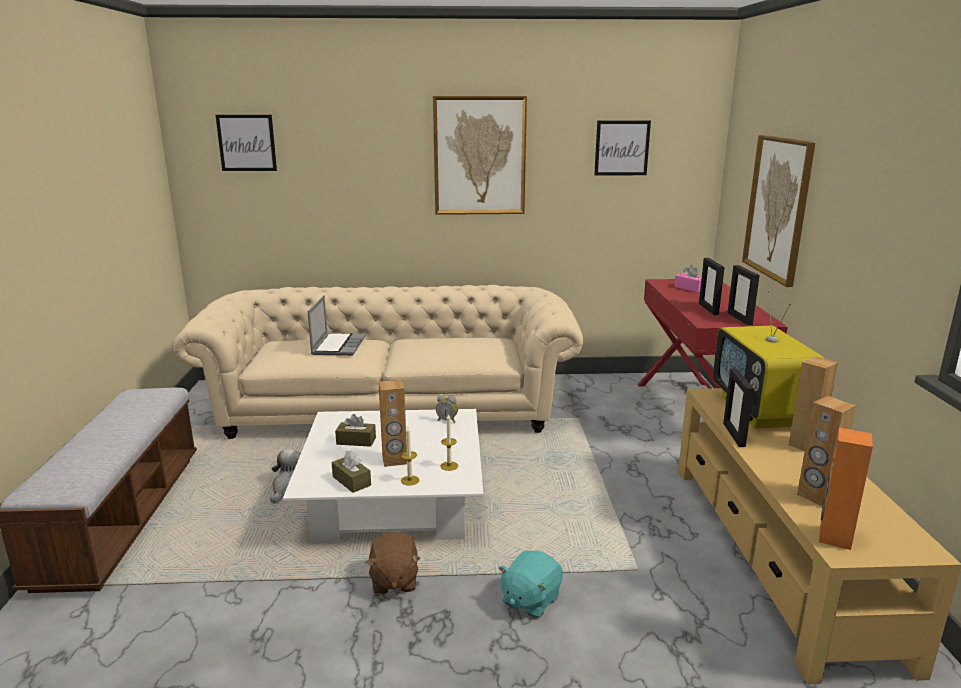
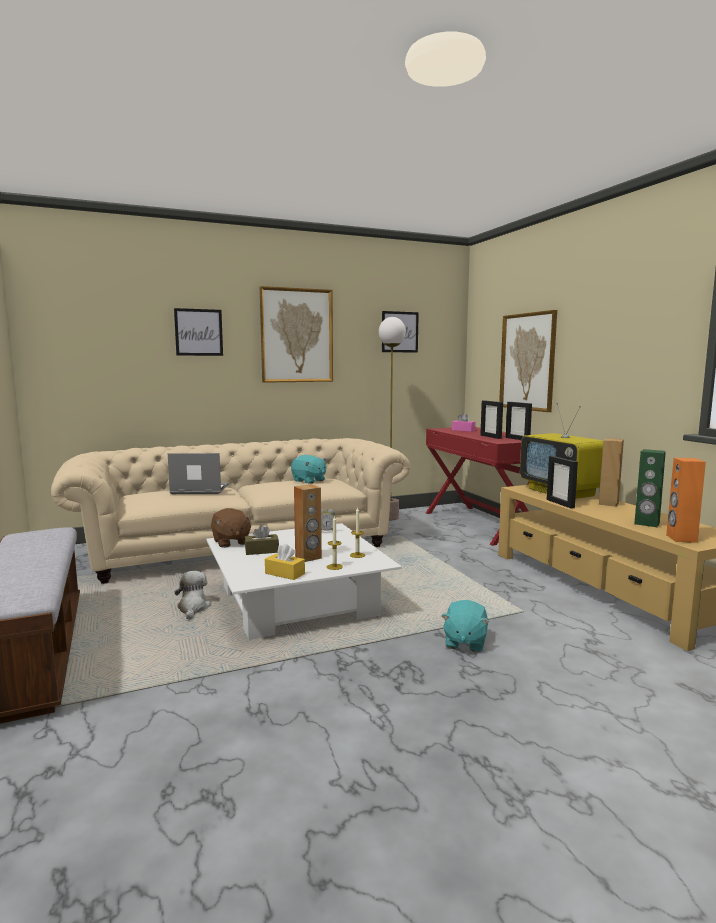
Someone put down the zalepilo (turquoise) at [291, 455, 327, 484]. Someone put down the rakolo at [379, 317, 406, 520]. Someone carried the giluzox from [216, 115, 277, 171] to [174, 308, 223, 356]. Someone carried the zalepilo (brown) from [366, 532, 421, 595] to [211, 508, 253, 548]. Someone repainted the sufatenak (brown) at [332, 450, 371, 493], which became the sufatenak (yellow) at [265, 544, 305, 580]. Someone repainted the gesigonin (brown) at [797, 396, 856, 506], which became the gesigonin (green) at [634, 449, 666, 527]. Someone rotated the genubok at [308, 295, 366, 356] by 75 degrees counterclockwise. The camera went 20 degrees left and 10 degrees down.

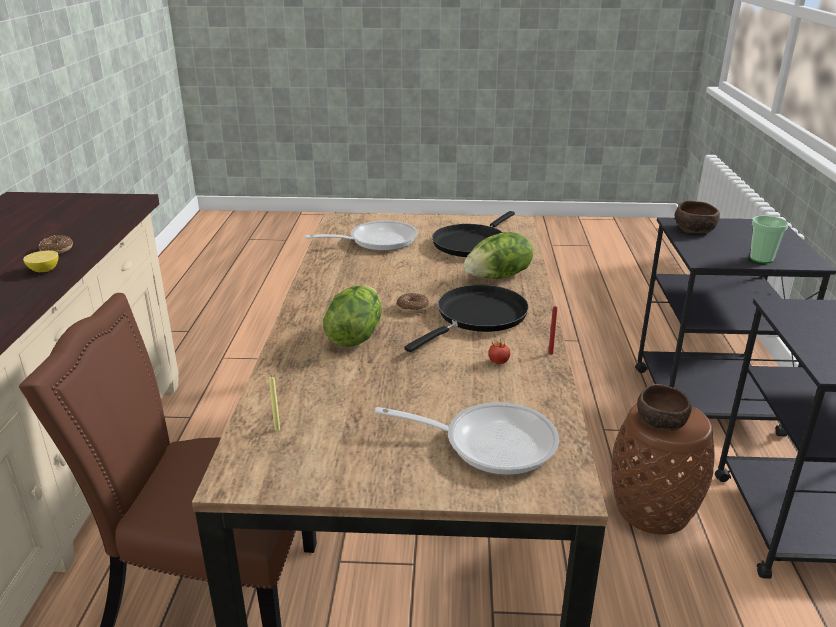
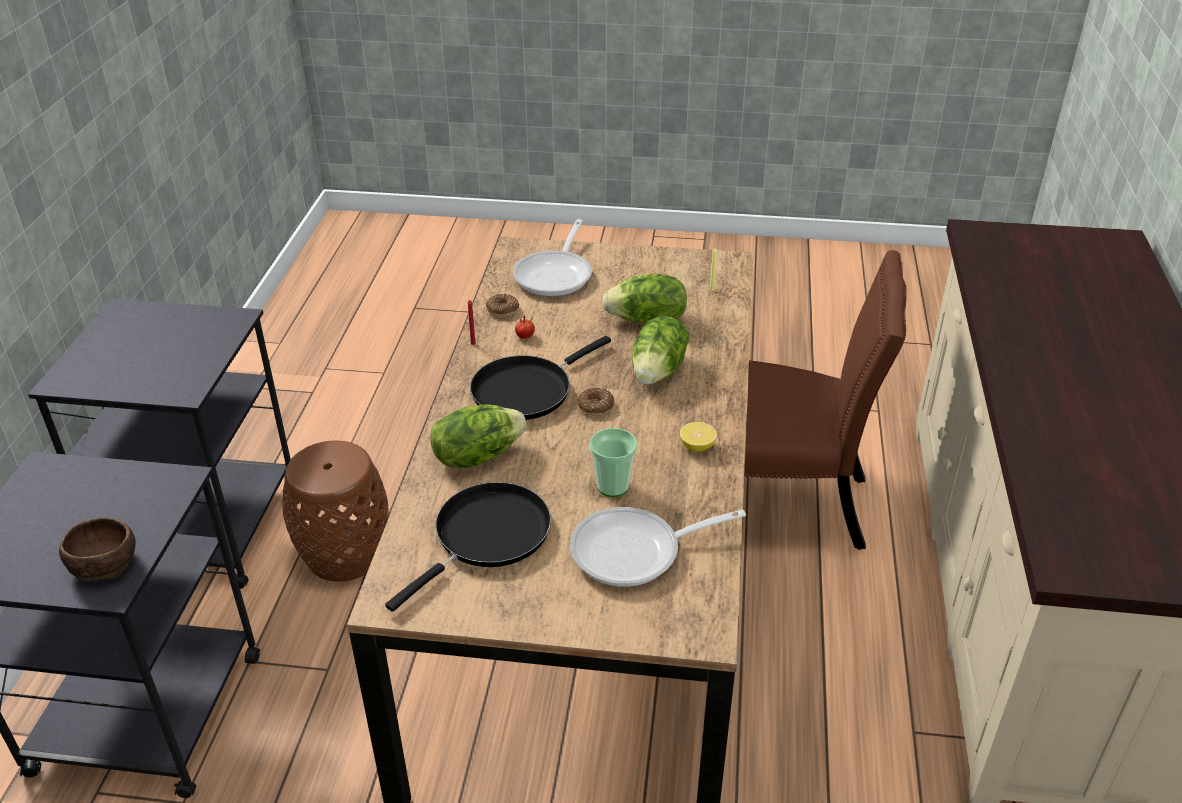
Someone took away the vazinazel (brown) at [637, 384, 692, 431]. Someone put down the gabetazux at [602, 274, 687, 323]. Someone carried the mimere from [23, 250, 58, 272] to [680, 422, 717, 452]. Someone carried the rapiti from [39, 235, 73, 254] to [486, 294, 519, 317]. Someone carried the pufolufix from [750, 216, 788, 264] to [589, 428, 637, 497]. Someone rotated the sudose at [375, 402, 559, 475] by 90 degrees counterclockwise. The camera went 175 degrees left and 10 degrees up.

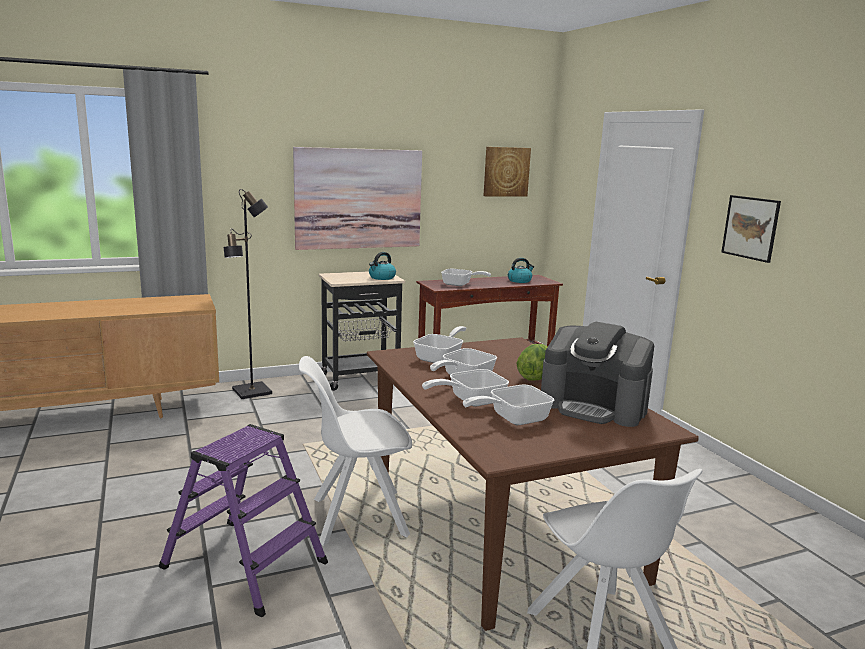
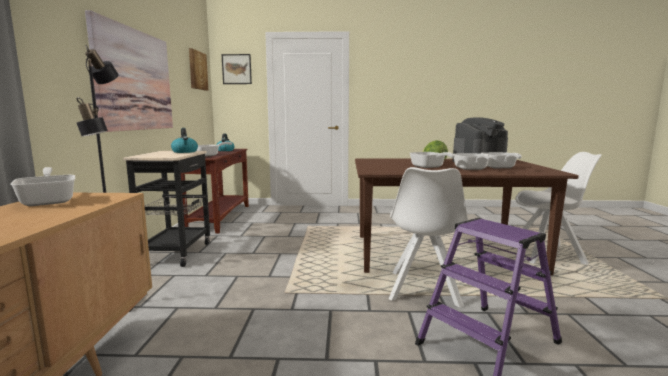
Someone carried the sudose from [413, 326, 466, 363] to [11, 167, 75, 206]. Someone carried the giluzox from [721, 195, 781, 263] to [221, 54, 252, 84]. The camera went 65 degrees left and 5 degrees down.

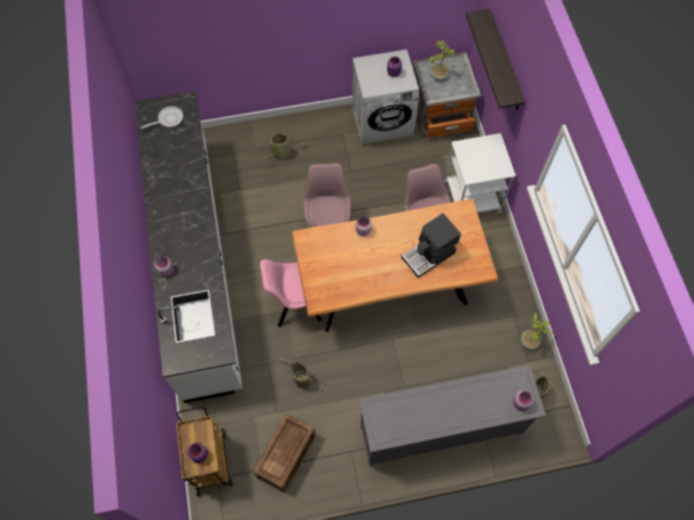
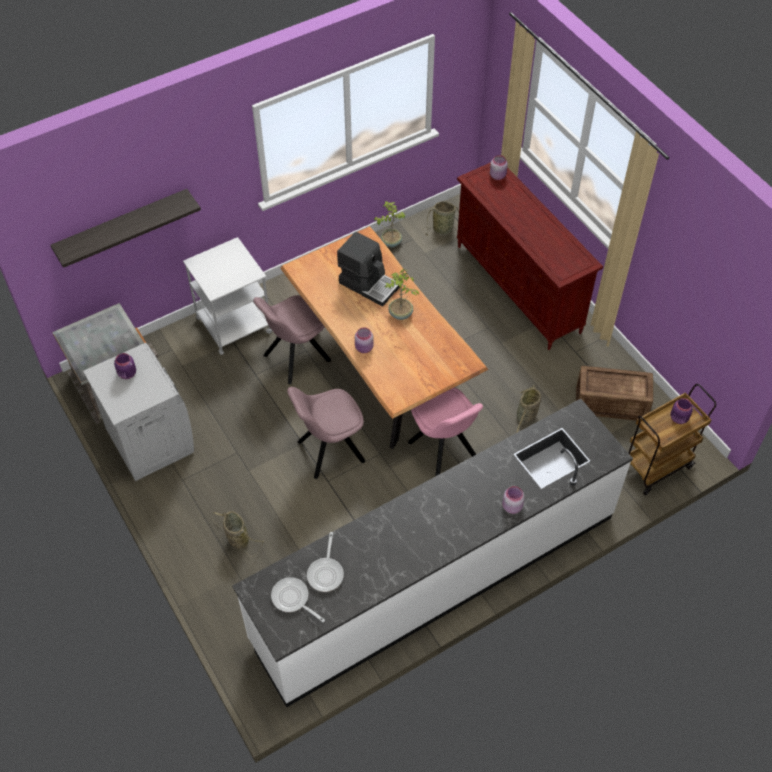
Someone put down the sudose at [307, 532, 344, 592]. Someone carried the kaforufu from [429, 41, 455, 80] to [385, 269, 419, 320]. Someone repainted the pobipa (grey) at [359, 365, 546, 466], which became the pobipa (red) at [457, 162, 603, 350]. The camera went 110 degrees left and 10 degrees down.

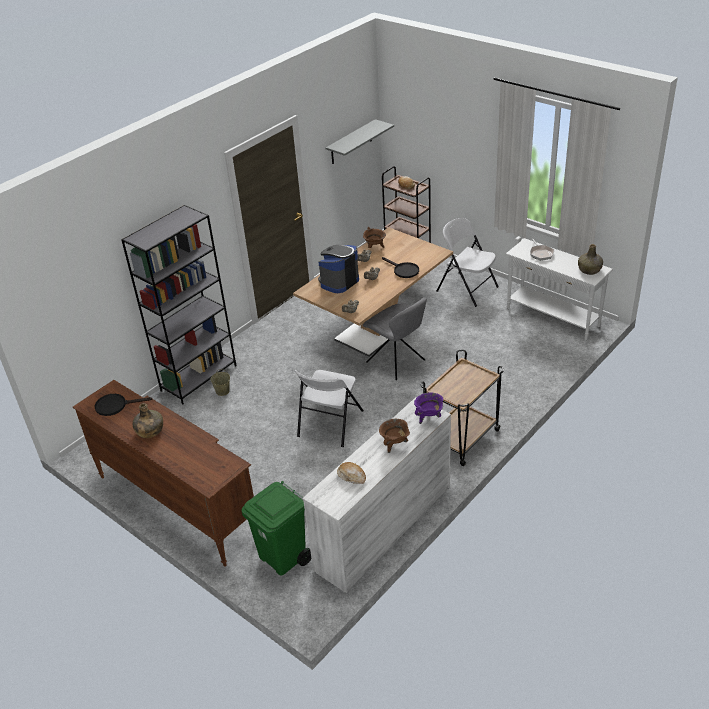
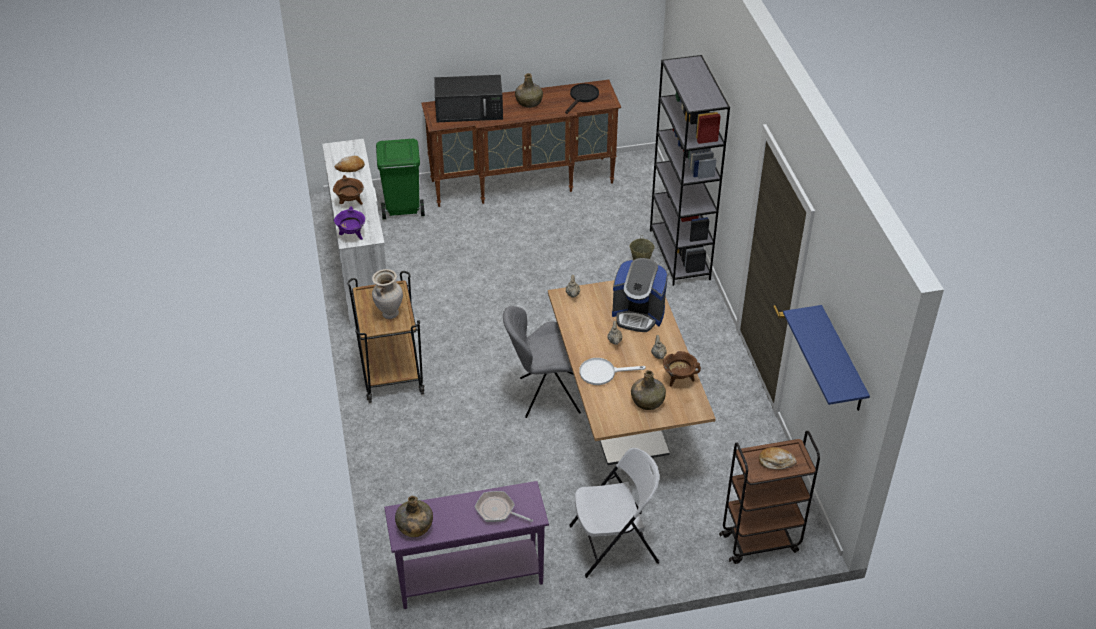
Someone took away the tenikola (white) at [294, 370, 364, 448]. Someone put down the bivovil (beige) at [372, 269, 403, 319]. Someone put down the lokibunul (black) at [434, 75, 503, 122]. Someone put down the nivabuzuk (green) at [631, 370, 666, 410]. Someone repainted the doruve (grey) at [326, 119, 394, 164], which became the doruve (blue) at [783, 305, 870, 411]. Someone repainted the sudose (black) at [382, 257, 419, 278], which became the sudose (white) at [579, 358, 646, 385]. Someone repainted the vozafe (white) at [506, 238, 613, 340], which became the vozafe (purple) at [384, 481, 549, 609]. Someone rotated the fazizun at [318, 245, 359, 293] by 120 degrees clockwise. The camera went 125 degrees right and 5 degrees up.

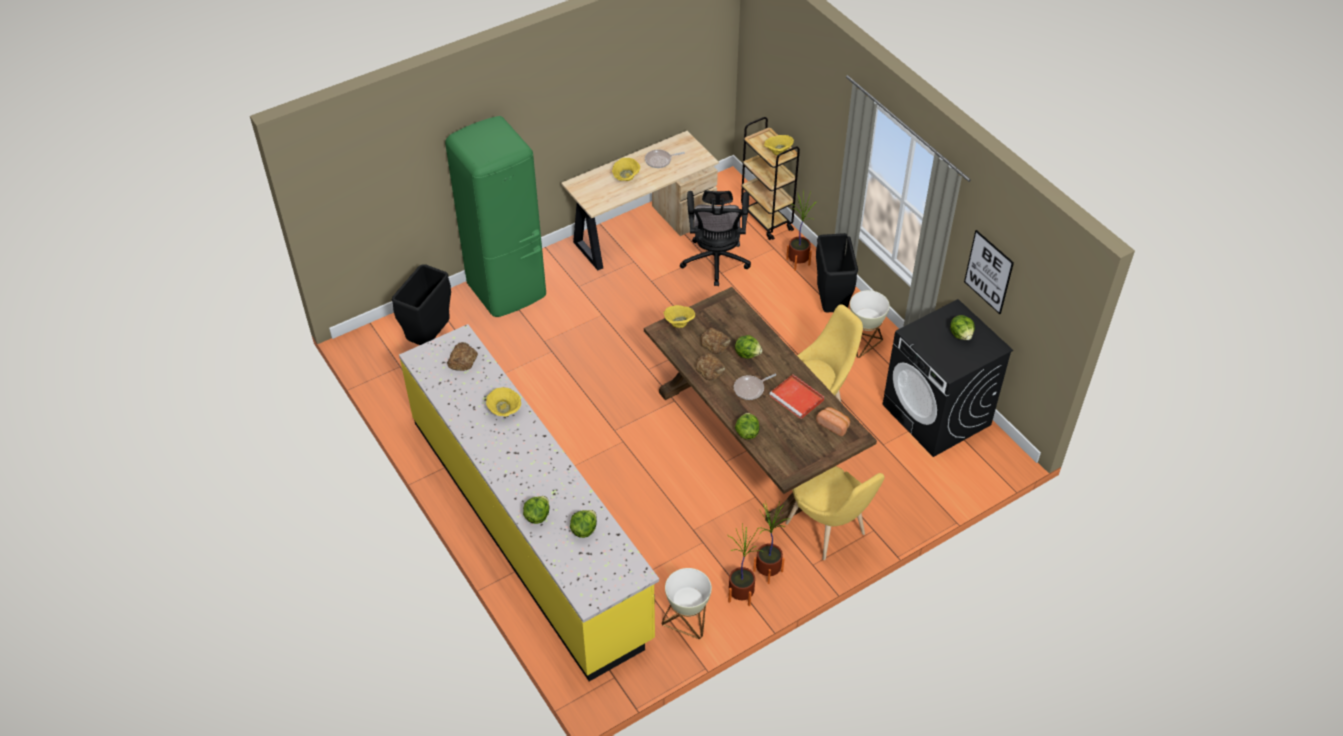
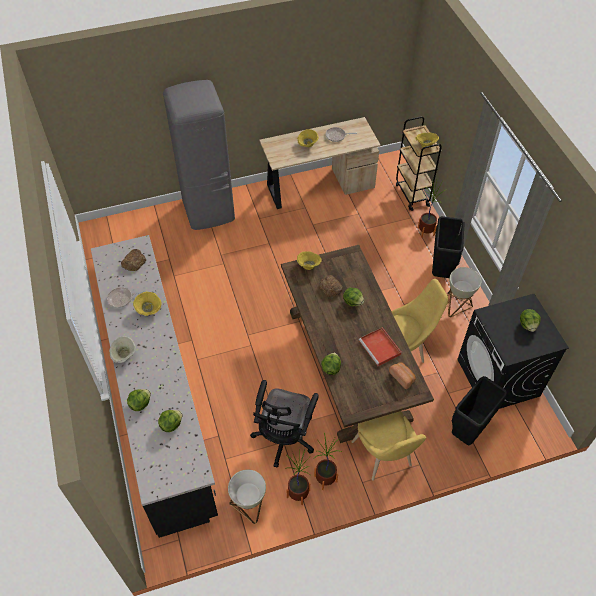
Someone took away the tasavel at [696, 353, 726, 380]. Someone took away the giluzox at [964, 230, 1014, 314]. Someone put down the vazinazel (beige) at [109, 336, 136, 363]. Someone carried the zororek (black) from [392, 264, 451, 345] to [452, 376, 507, 445]. Someone carried the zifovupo from [680, 191, 751, 286] to [250, 380, 319, 468]. Someone carried the sudose from [734, 374, 776, 400] to [107, 287, 145, 308]. Someone repainted the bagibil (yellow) at [399, 324, 659, 681], which became the bagibil (black) at [91, 235, 218, 538]. Someone repainted the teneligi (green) at [445, 116, 546, 317], which became the teneligi (grey) at [163, 80, 235, 230]. The camera went 15 degrees right and 5 degrees up.

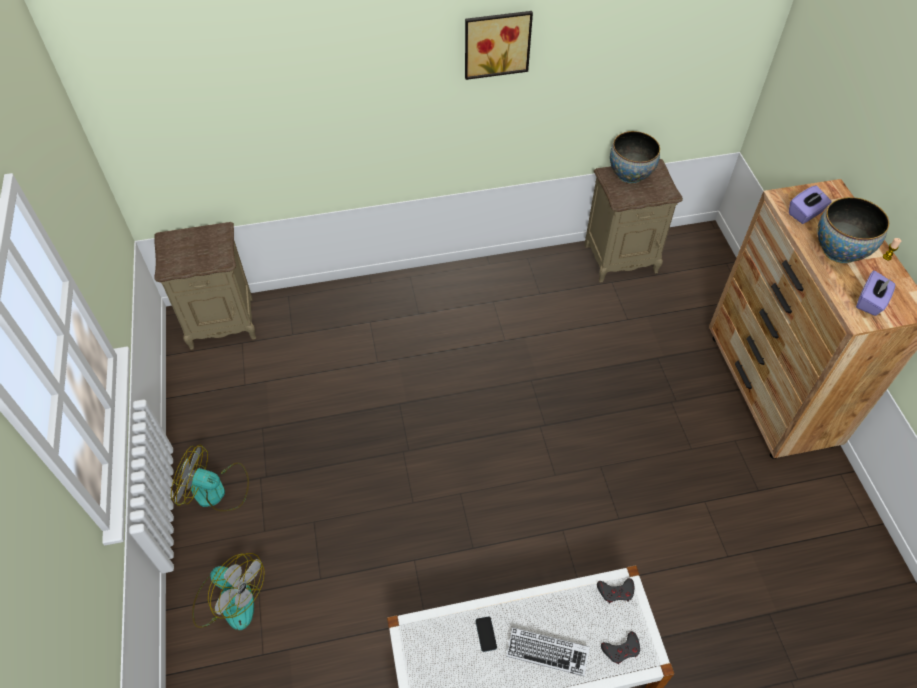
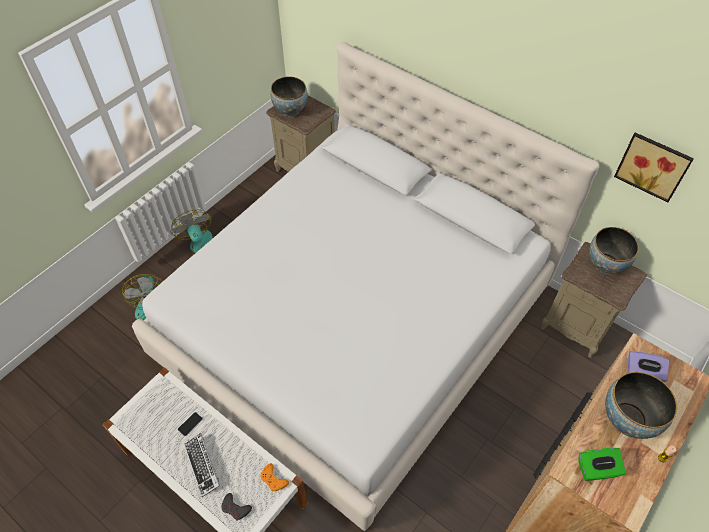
Someone put down the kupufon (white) at [132, 42, 599, 531]. Someone put down the vazinazel at [271, 77, 308, 117]. Someone carried the giluzox from [465, 11, 533, 80] to [614, 133, 694, 202]. Someone repainted the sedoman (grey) at [597, 578, 634, 604], which became the sedoman (orange) at [261, 463, 289, 491]. Someone repainted the sufatenak (purple) at [856, 270, 895, 316], which became the sufatenak (green) at [578, 448, 626, 481]. The camera went 50 degrees right and 0 degrees up.

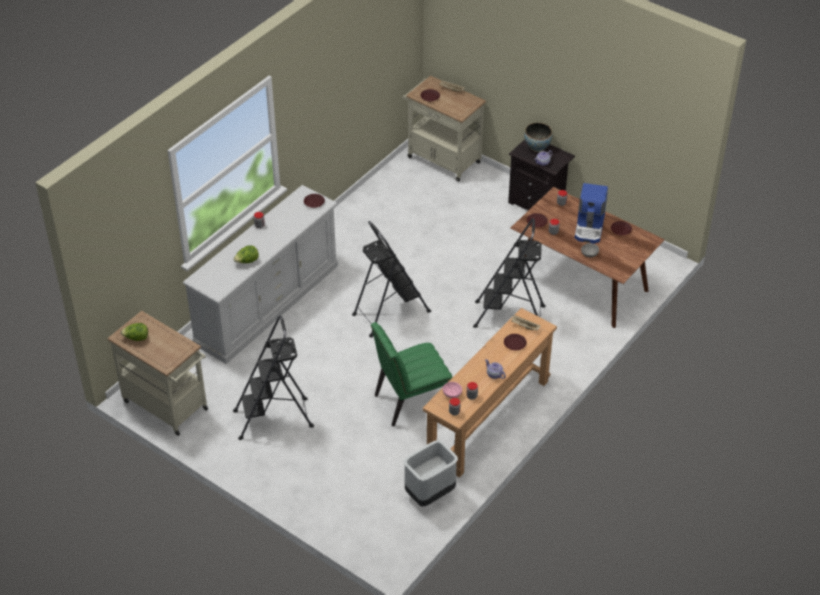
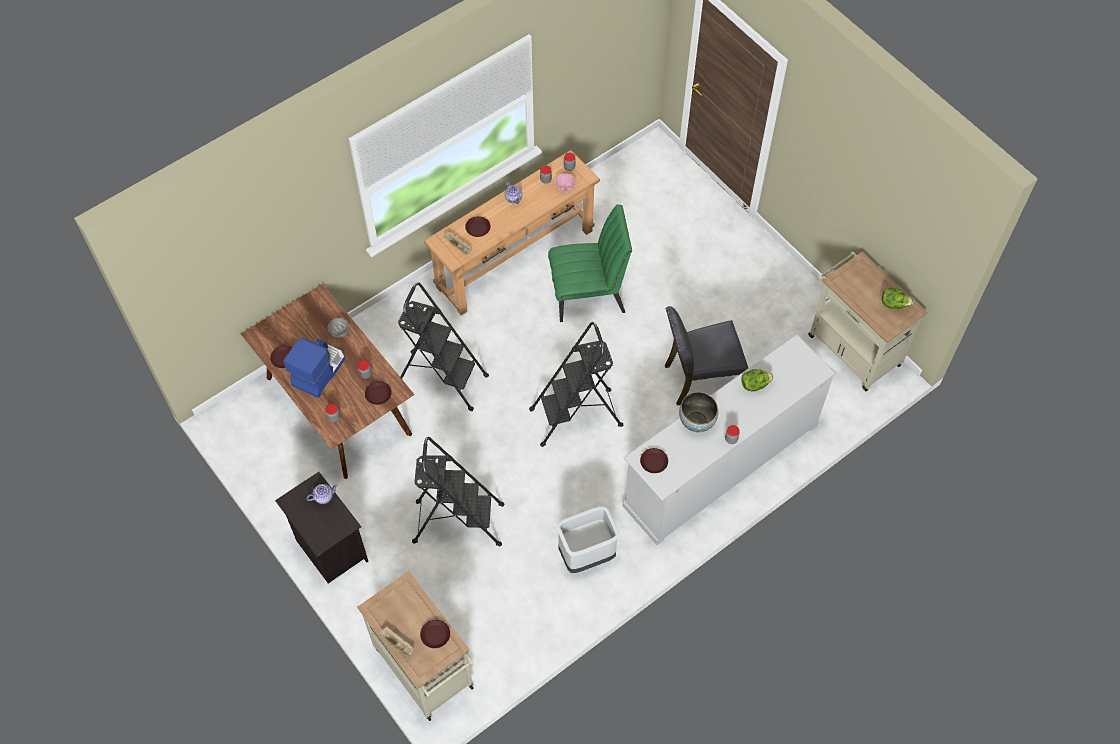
Someone put down the tenikola (grey) at [665, 306, 748, 406]. Someone carried the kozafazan from [233, 316, 314, 440] to [412, 437, 504, 546]. Someone carried the zororek (grey) from [403, 440, 458, 507] to [557, 506, 619, 573]. Someone carried the vazinazel from [524, 123, 552, 152] to [679, 392, 718, 432]. The camera went 165 degrees left and 15 degrees up.

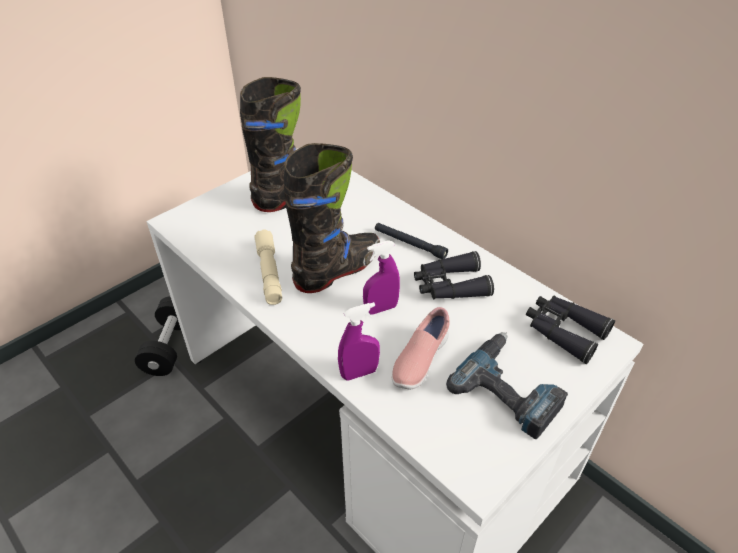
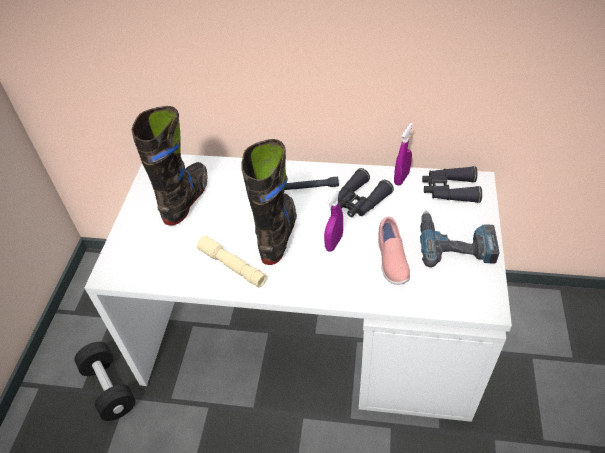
Someone carried the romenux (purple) from [338, 302, 380, 380] to [394, 122, 413, 186]. The camera went 35 degrees left and 5 degrees up.

